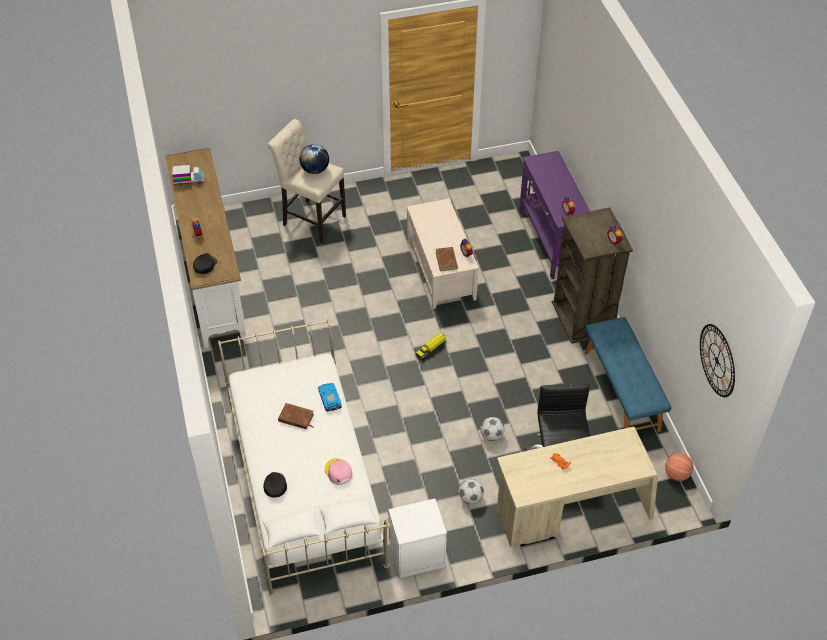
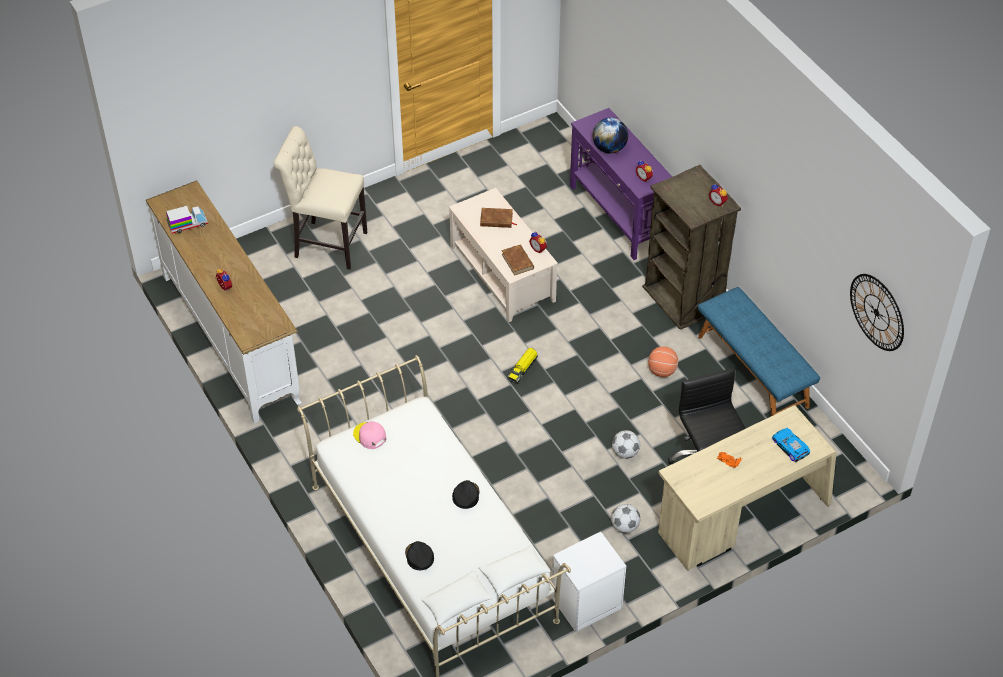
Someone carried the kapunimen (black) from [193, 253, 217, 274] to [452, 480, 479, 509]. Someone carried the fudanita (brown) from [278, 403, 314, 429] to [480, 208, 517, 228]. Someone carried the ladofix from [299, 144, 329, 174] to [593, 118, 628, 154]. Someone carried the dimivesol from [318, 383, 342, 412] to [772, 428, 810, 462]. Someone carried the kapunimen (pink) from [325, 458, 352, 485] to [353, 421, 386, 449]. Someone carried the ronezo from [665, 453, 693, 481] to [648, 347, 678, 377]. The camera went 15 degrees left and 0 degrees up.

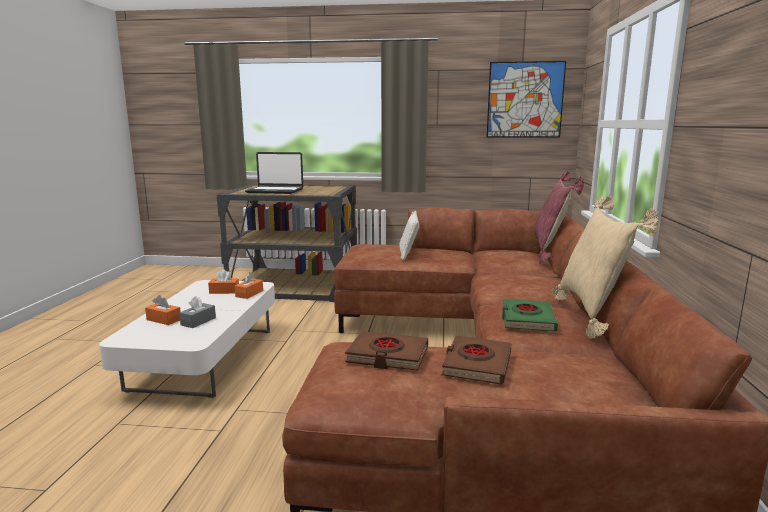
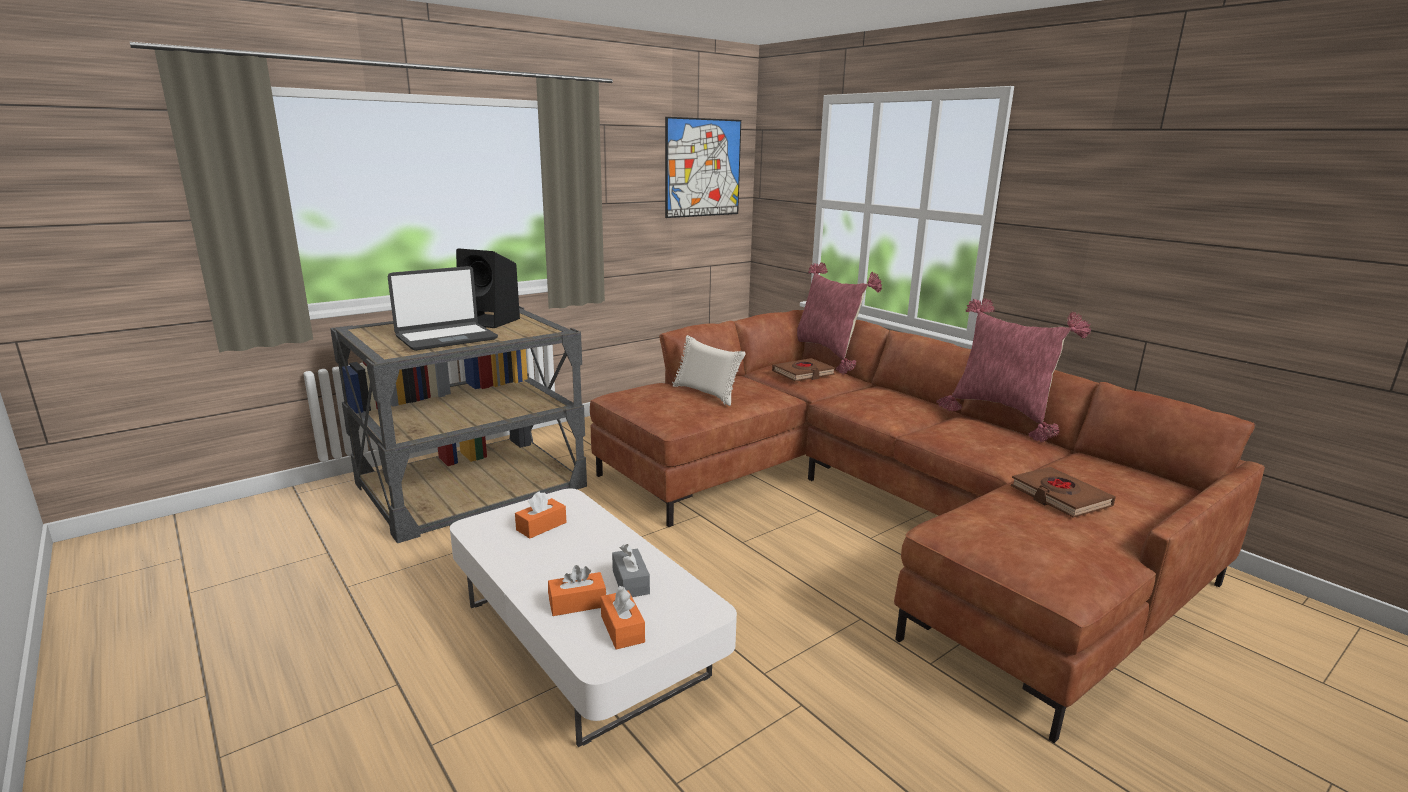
Someone took away the fudanita (green) at [502, 299, 558, 332]. Someone put down the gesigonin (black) at [456, 248, 520, 328]. Someone carried the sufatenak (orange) from [235, 272, 263, 299] to [601, 586, 645, 650]. Someone carried the fudanita (brown) from [345, 331, 428, 371] to [772, 358, 835, 382]. Someone repainted the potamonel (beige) at [552, 195, 659, 340], which became the potamonel (red) at [936, 298, 1091, 442]. The camera went 45 degrees left and 5 degrees up.

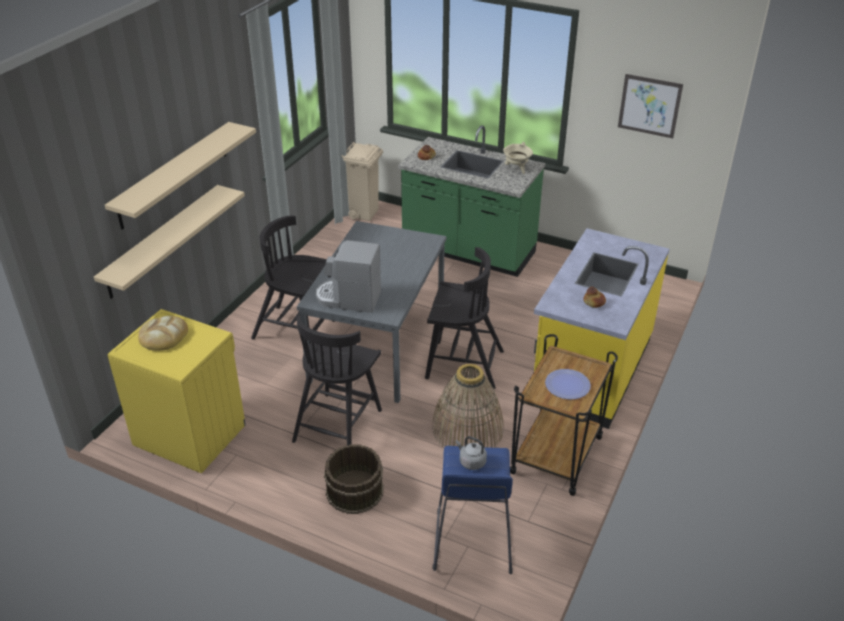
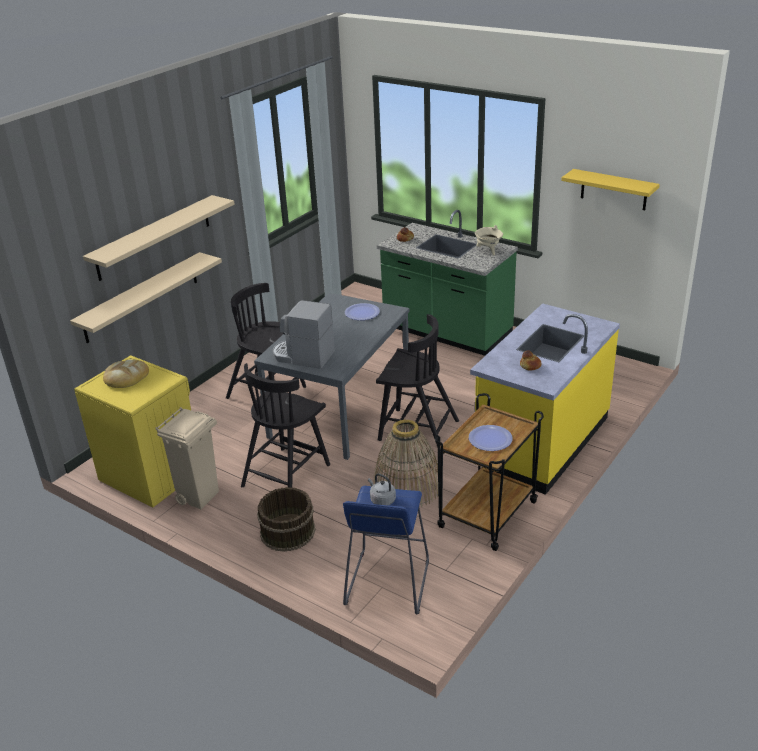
Someone put down the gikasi at [345, 303, 380, 320]. Someone carried the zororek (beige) from [342, 142, 383, 221] to [156, 407, 219, 509]. Someone swapped the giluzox at [618, 74, 683, 138] for the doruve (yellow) at [561, 169, 660, 210]. The camera went 10 degrees right and 5 degrees down.

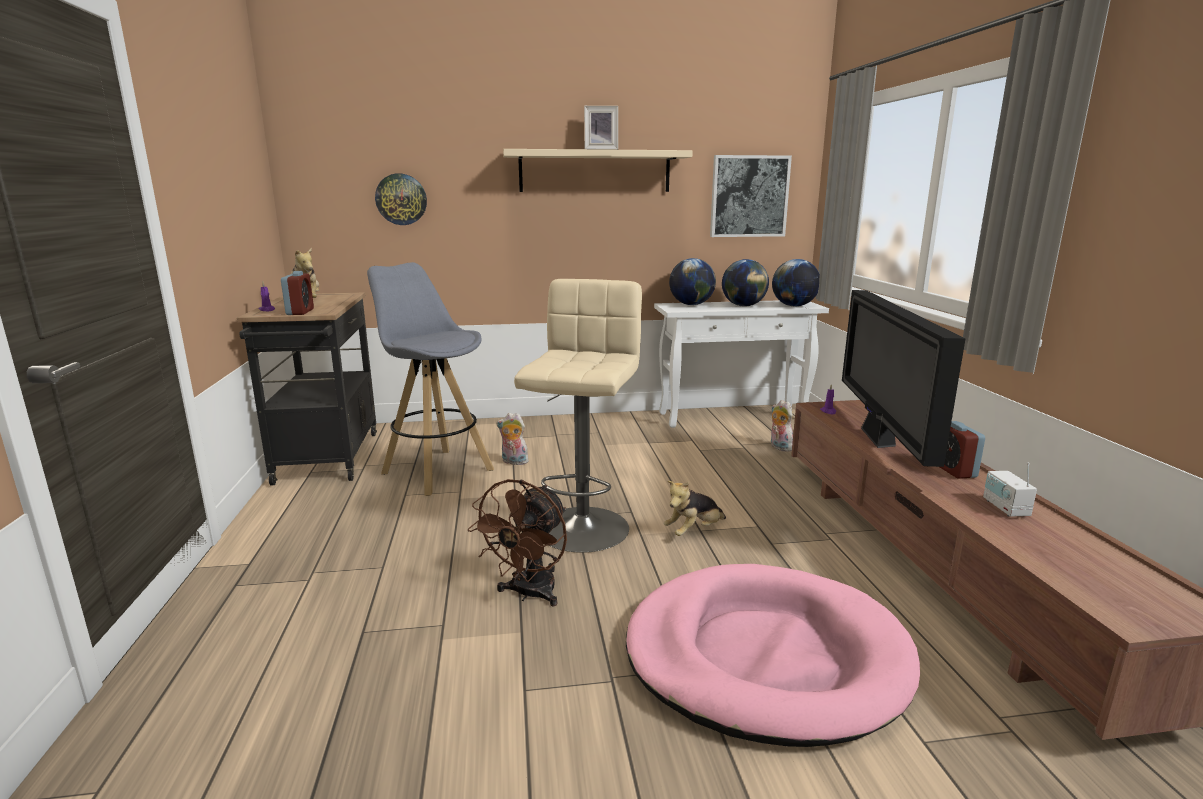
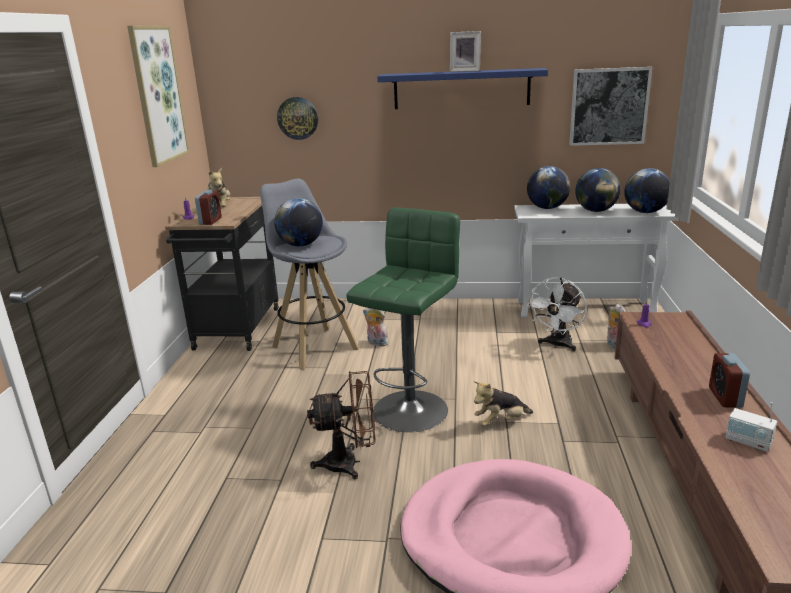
Someone took away the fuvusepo at [842, 290, 966, 467]. Someone put up the giluzox at [127, 25, 190, 167]. Someone put down the ladofix at [274, 198, 323, 246]. Someone put down the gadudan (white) at [527, 277, 587, 351]. Someone repainted the doruve (beige) at [503, 149, 693, 192], which became the doruve (blue) at [377, 68, 548, 109]. Someone repainted the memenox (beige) at [514, 279, 642, 553], which became the memenox (green) at [347, 207, 460, 432]. Someone rotated the gadudan (brown) at [468, 479, 567, 607] by 135 degrees counterclockwise. Someone rotated the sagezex at [983, 462, 1037, 517] by 60 degrees counterclockwise. The camera went 15 degrees right and 5 degrees up.

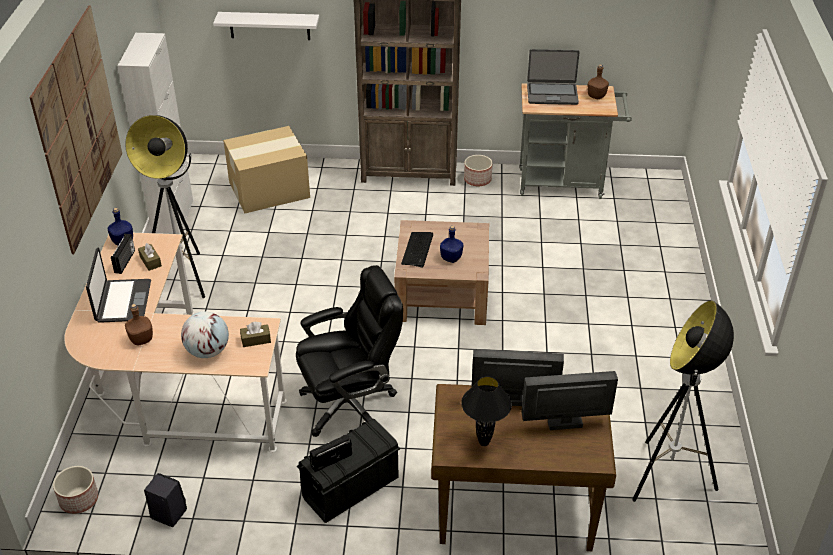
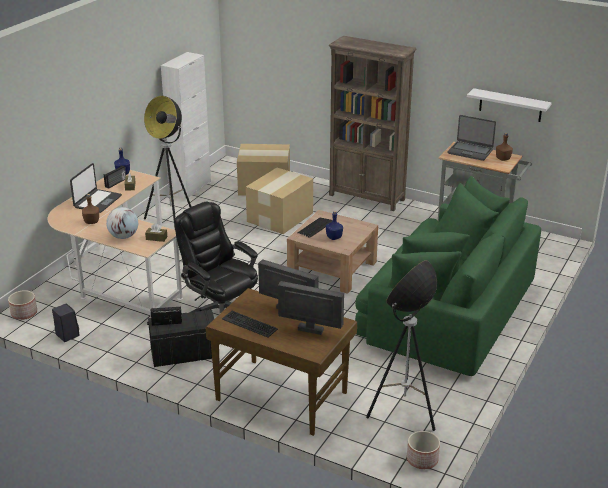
Someone took away the giluzox at [29, 6, 122, 254]. Someone put down the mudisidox at [246, 168, 313, 234]. Someone put down the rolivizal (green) at [355, 176, 541, 376]. Someone carried the doruve (white) from [213, 12, 319, 40] to [467, 88, 552, 122]. Someone carried the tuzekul from [464, 155, 493, 186] to [407, 431, 440, 469]. Someone swapped the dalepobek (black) at [461, 376, 512, 446] for the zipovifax at [222, 311, 278, 338]. Someone rotated the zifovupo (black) at [296, 265, 403, 437] by 135 degrees counterclockwise. The camera went 25 degrees right and 10 degrees down.

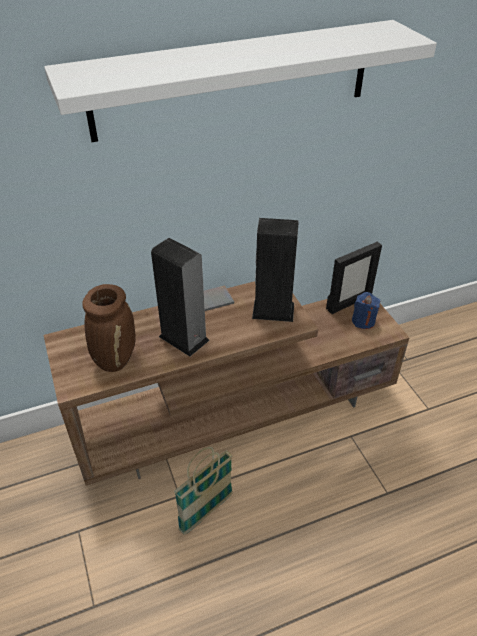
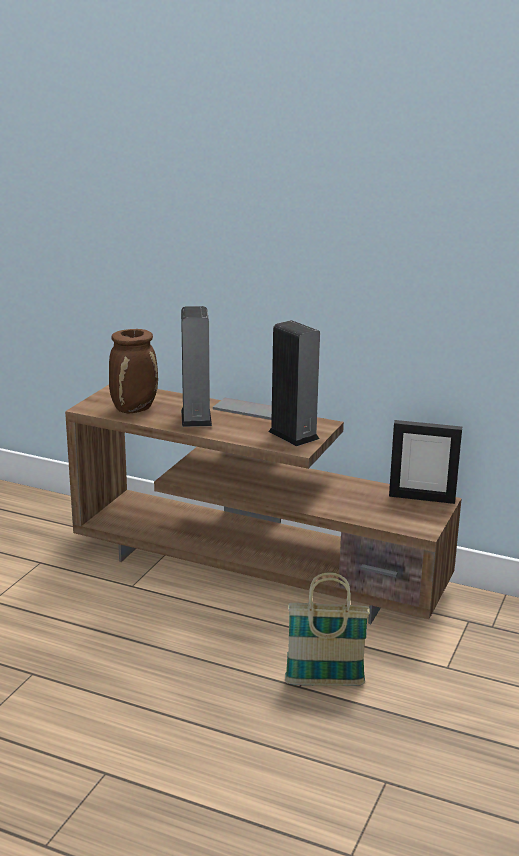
Someone took away the doruve (white) at [44, 20, 437, 142]. Someone took away the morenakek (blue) at [352, 292, 380, 329]. Someone carried the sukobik from [174, 447, 233, 535] to [285, 572, 370, 686]. The camera went 45 degrees right and 20 degrees down.

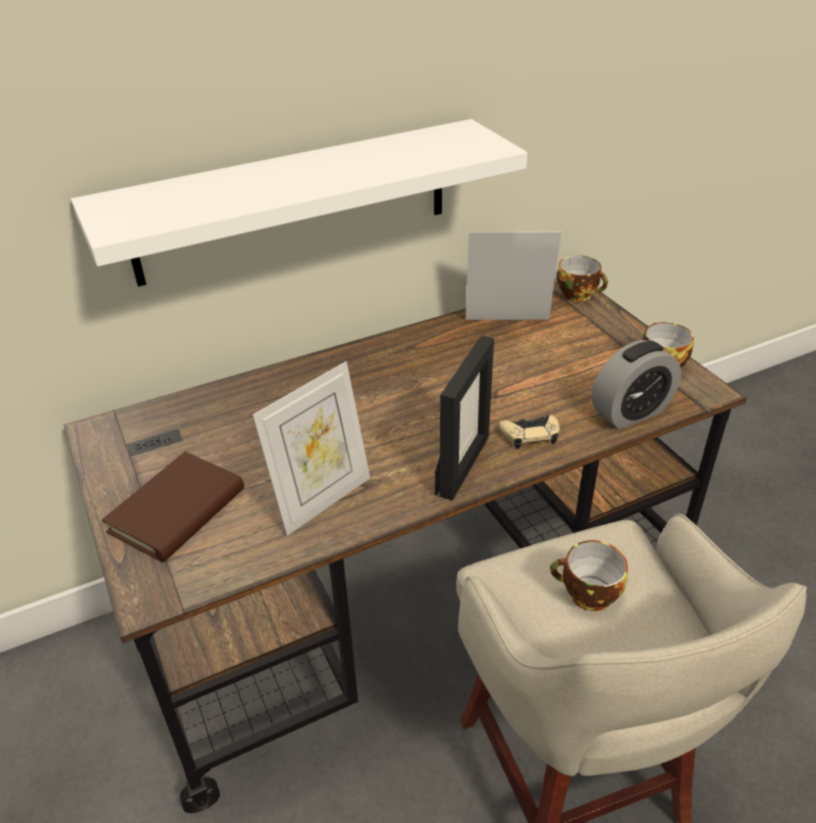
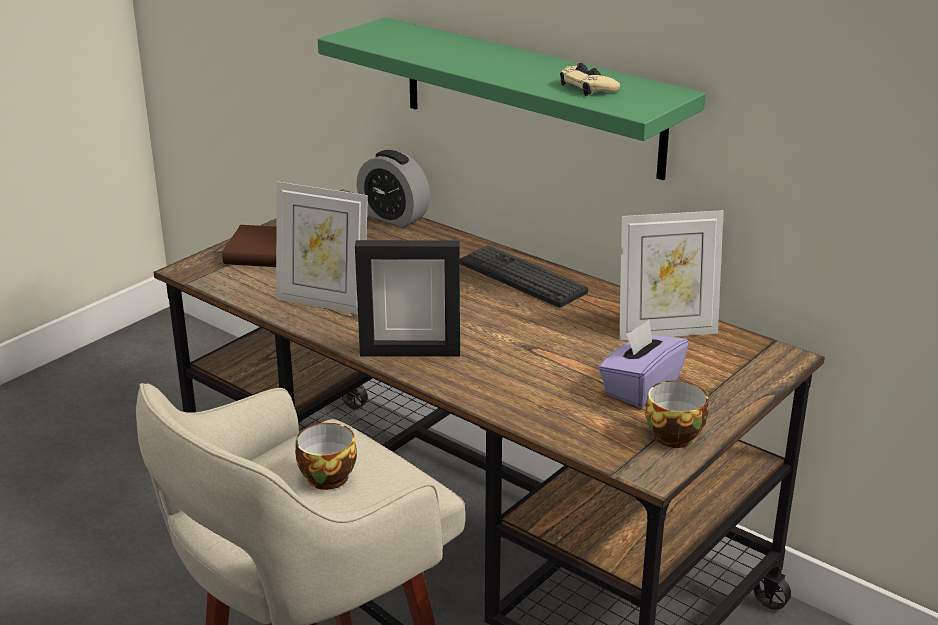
Someone took away the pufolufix at [557, 255, 608, 302]. Someone put down the zipovifax at [460, 245, 588, 307]. Someone put down the sufatenak (purple) at [598, 320, 689, 407]. Someone carried the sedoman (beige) from [500, 415, 560, 449] to [560, 63, 620, 96]. Someone carried the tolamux from [592, 340, 681, 429] to [357, 150, 430, 227]. Someone repainted the doruve (white) at [71, 119, 527, 287], which became the doruve (green) at [318, 17, 706, 180]. Someone rotated the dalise at [466, 232, 561, 320] by 105 degrees clockwise. The camera went 65 degrees right and 10 degrees down.

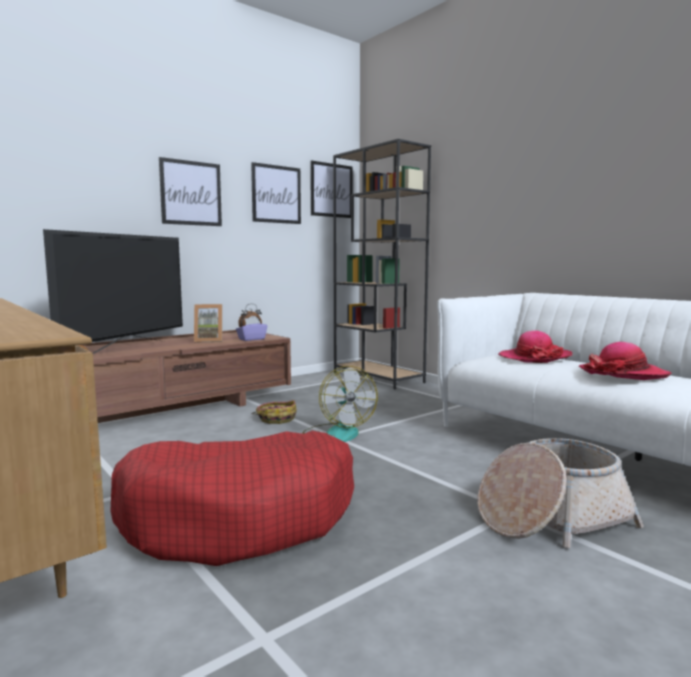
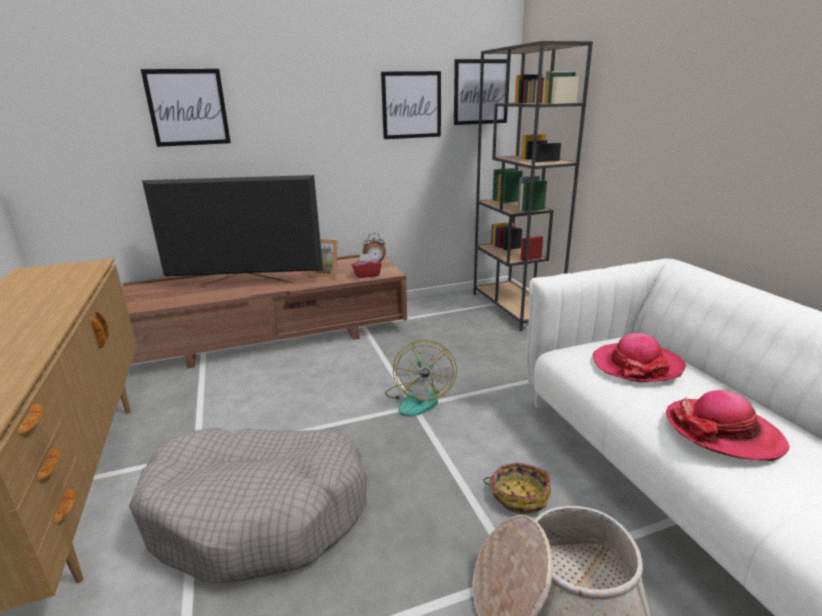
Someone carried the giluzox from [159, 157, 222, 226] to [141, 69, 231, 147]. Someone carried the sukobik from [251, 400, 297, 424] to [483, 462, 551, 515]. Someone repainted the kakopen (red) at [110, 431, 354, 566], which became the kakopen (grey) at [129, 427, 368, 583]. Someone repainted the sufatenak (purple) at [236, 318, 267, 341], which became the sufatenak (red) at [352, 253, 382, 278]. Someone rotated the fuvusepo at [43, 229, 183, 354] by 45 degrees clockwise. The camera went 20 degrees right and 15 degrees up.

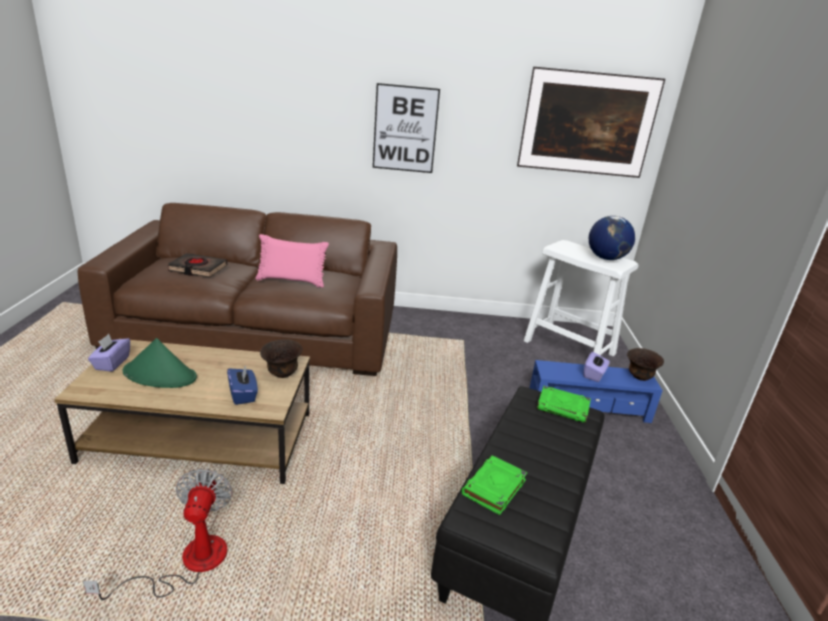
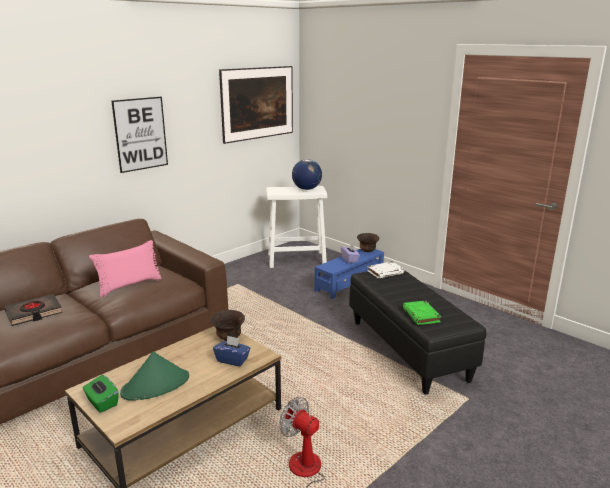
Someone repainted the sufatenak (purple) at [88, 334, 130, 372], which became the sufatenak (green) at [82, 375, 119, 413]. Someone repainted the fudanita (green) at [537, 386, 591, 423], which became the fudanita (white) at [367, 261, 405, 279]. The camera went 45 degrees left and 5 degrees down.

